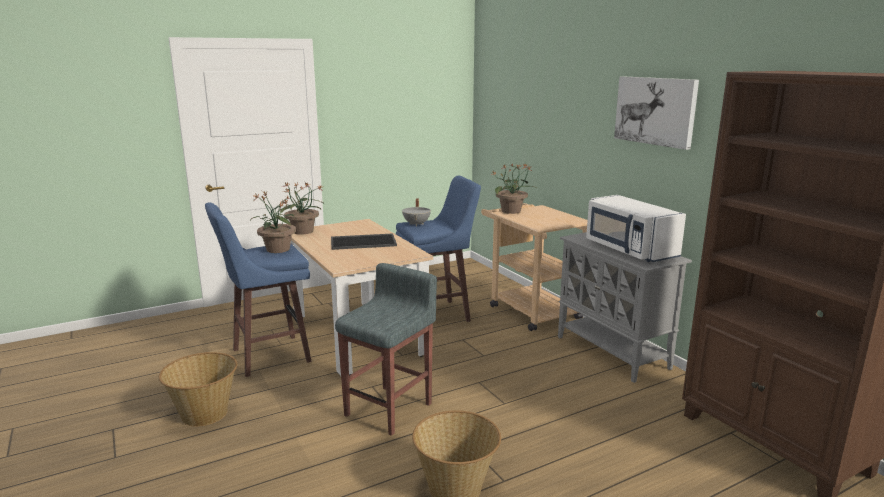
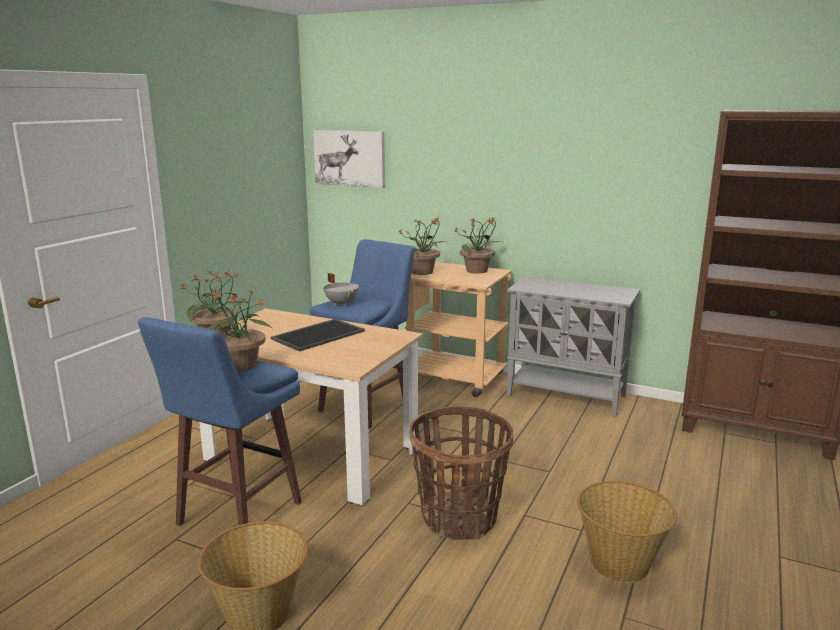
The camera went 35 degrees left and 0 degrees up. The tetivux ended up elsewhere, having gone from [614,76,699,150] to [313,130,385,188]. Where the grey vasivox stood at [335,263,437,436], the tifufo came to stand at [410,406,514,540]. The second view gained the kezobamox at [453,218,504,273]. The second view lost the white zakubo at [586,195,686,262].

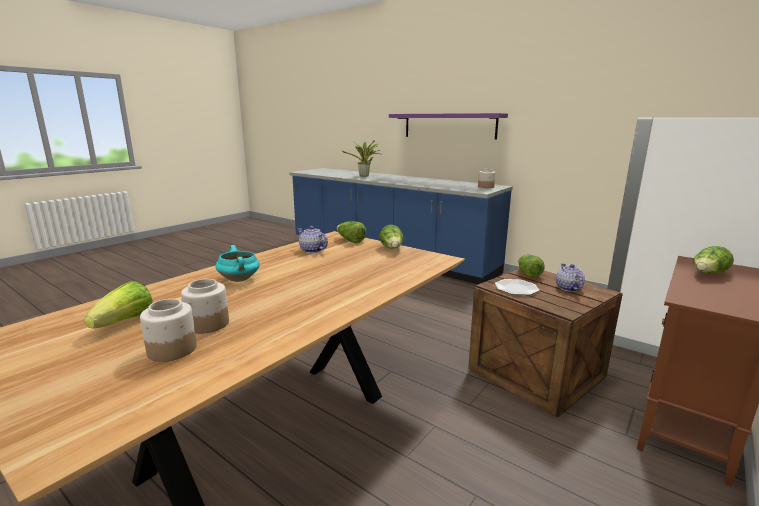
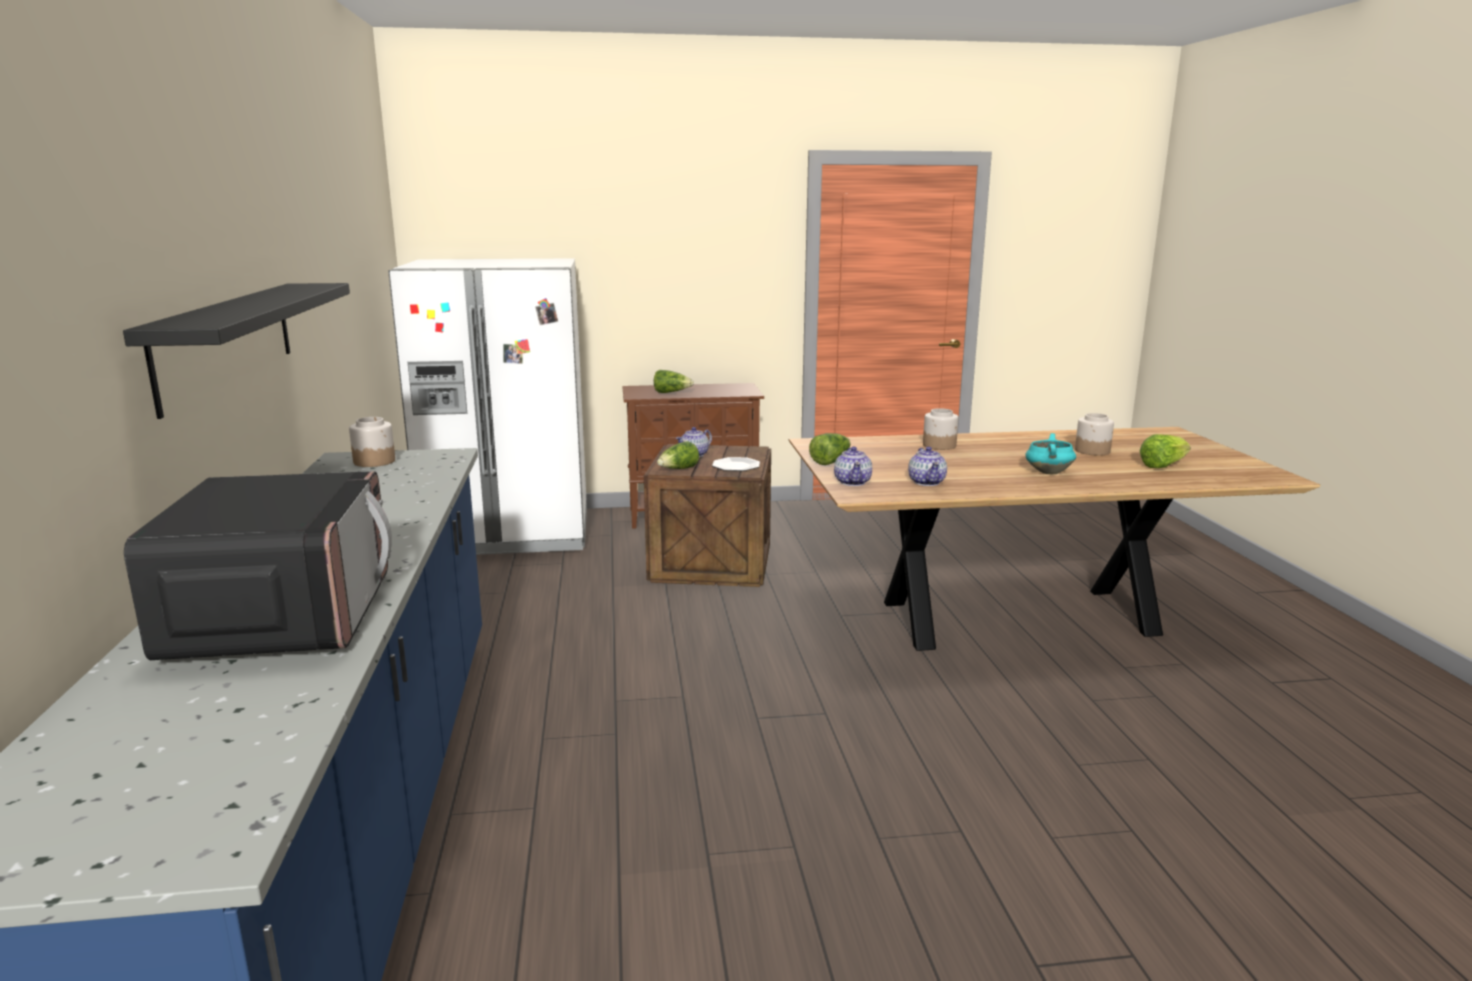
The camera went 135 degrees left and 0 degrees up. What was the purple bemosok at [389,113,508,140] turned into the black bemosok at [123,283,350,419]. Where the kezobamox stood at [342,141,382,177], the zakubo came to stand at [124,471,392,660]. Where the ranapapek stood at [337,221,366,243], the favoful came to stand at [834,447,872,486]. The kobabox ended up elsewhere, having gone from [140,299,197,362] to [923,408,958,450].

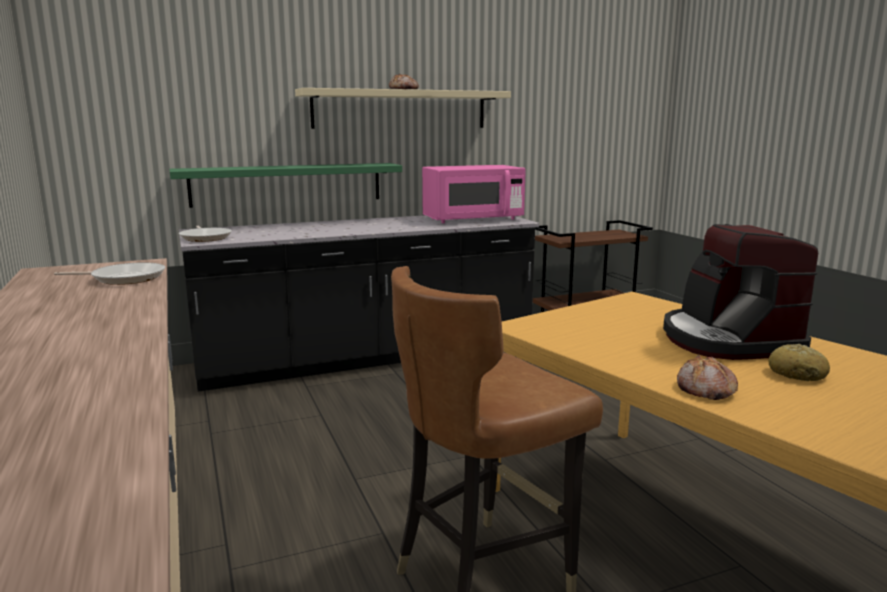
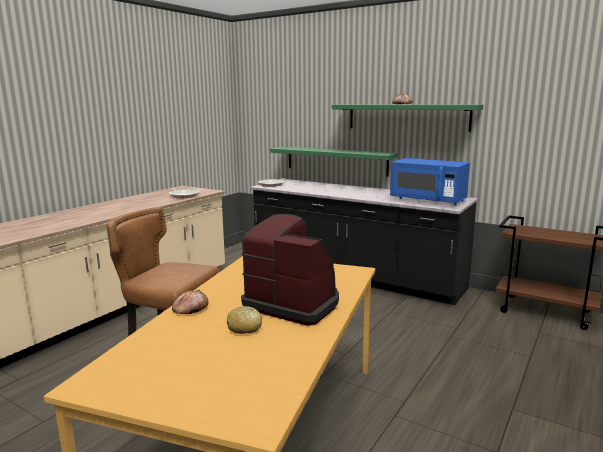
The camera went 55 degrees right and 0 degrees up. The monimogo at [663,224,818,360] ended up facing another way, 75 degrees clockwise from before. What was the beige bemosok at [295,88,511,129] turned into the green bemosok at [332,104,483,132]. What was the pink zakubo at [422,165,526,223] turned into the blue zakubo at [390,158,470,205].

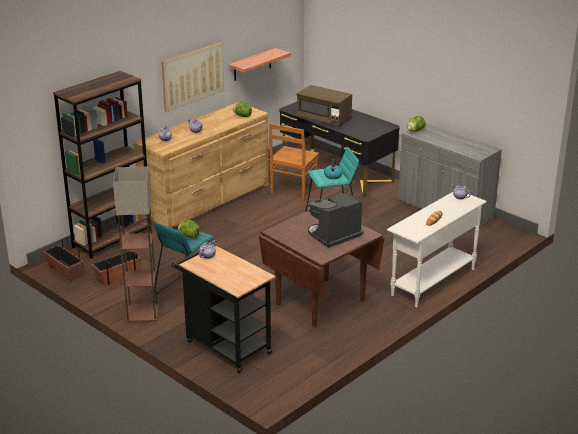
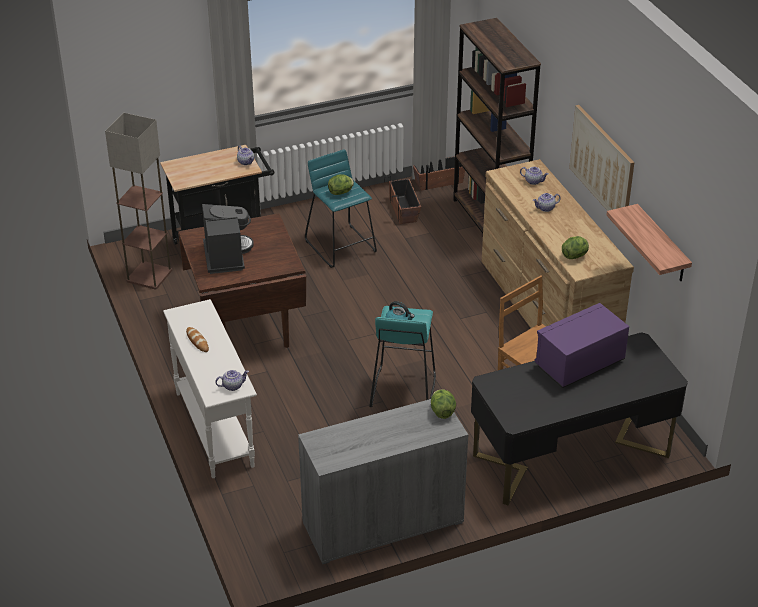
The camera went 115 degrees right and 10 degrees up. The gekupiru ended up elsewhere, having gone from [113,167,159,323] to [105,113,172,290]. What was the brown zakubo at [297,85,352,126] turned into the purple zakubo at [534,303,629,388].

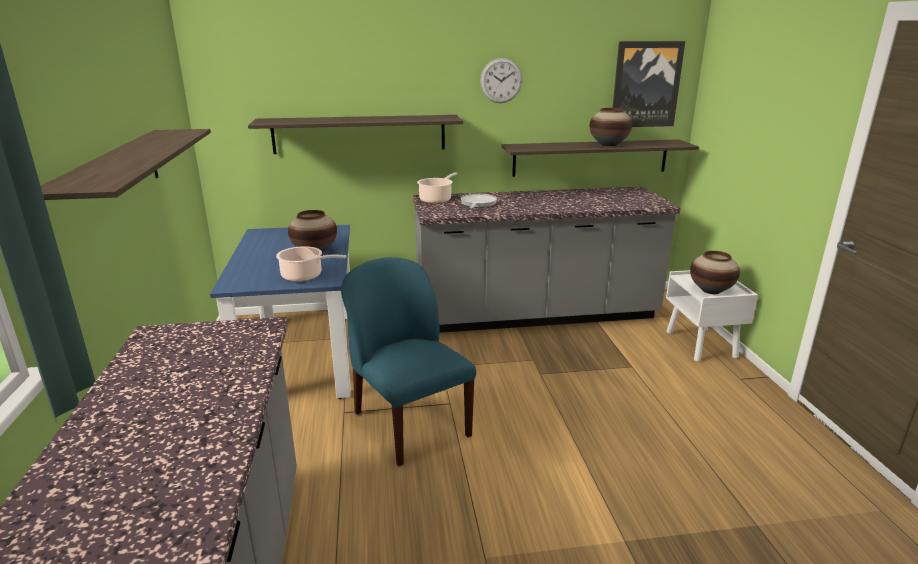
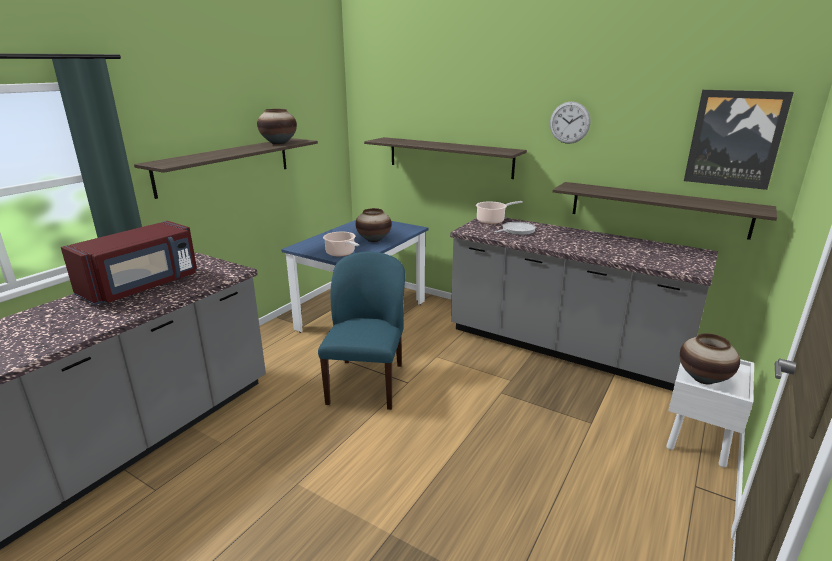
The camera went 40 degrees right and 0 degrees up. The second view gained the red zakubo at [61,221,197,305]. The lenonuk ended up elsewhere, having gone from [590,108,632,147] to [257,109,297,145].

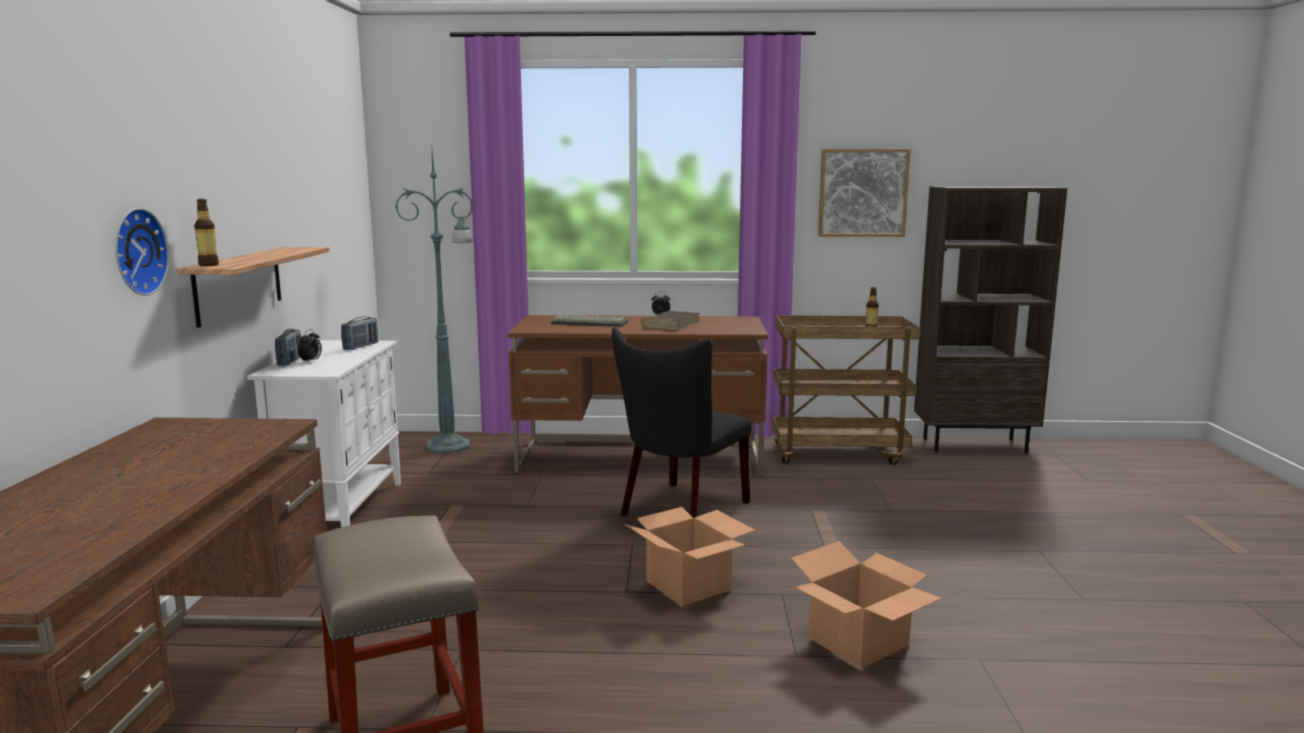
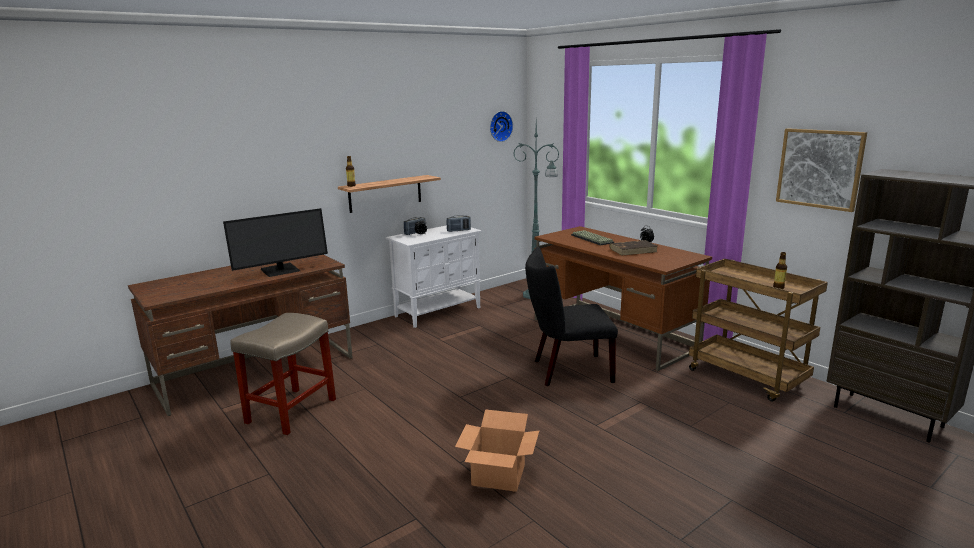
The camera went 50 degrees right and 5 degrees up. The second view gained the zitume at [223,208,328,277]. The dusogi ended up elsewhere, having gone from [115,208,169,296] to [490,111,513,142]. The second view lost the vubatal at [624,507,755,606].

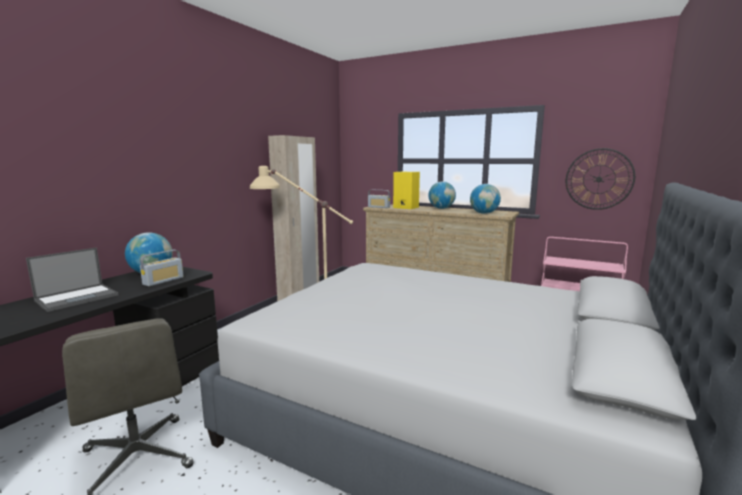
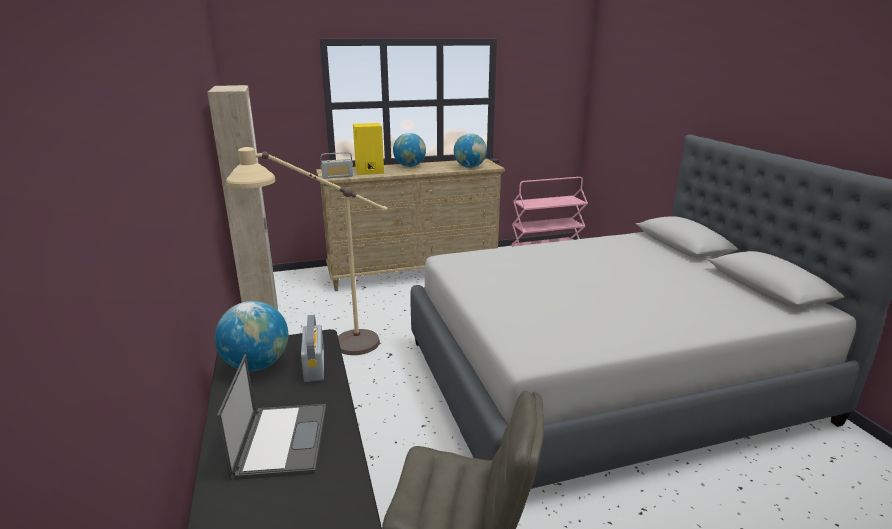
The camera went 45 degrees left and 10 degrees up. The second view lost the dusogi at [566,148,635,210].

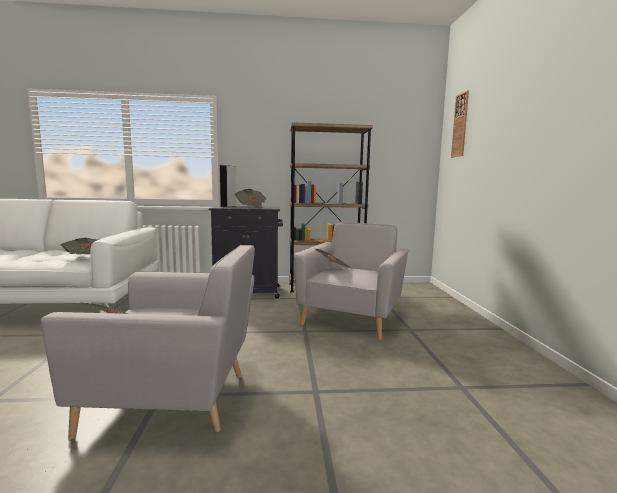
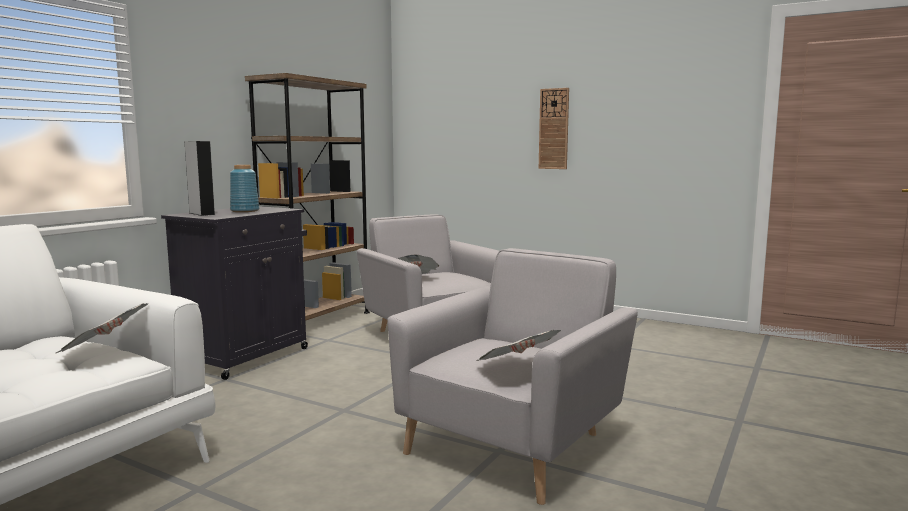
The camera went 55 degrees left and 0 degrees up. Where the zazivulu stood at [235,189,266,206], the blue lenonuk came to stand at [230,165,259,212]. The dusogi ended up elsewhere, having gone from [451,91,469,157] to [539,88,569,169].

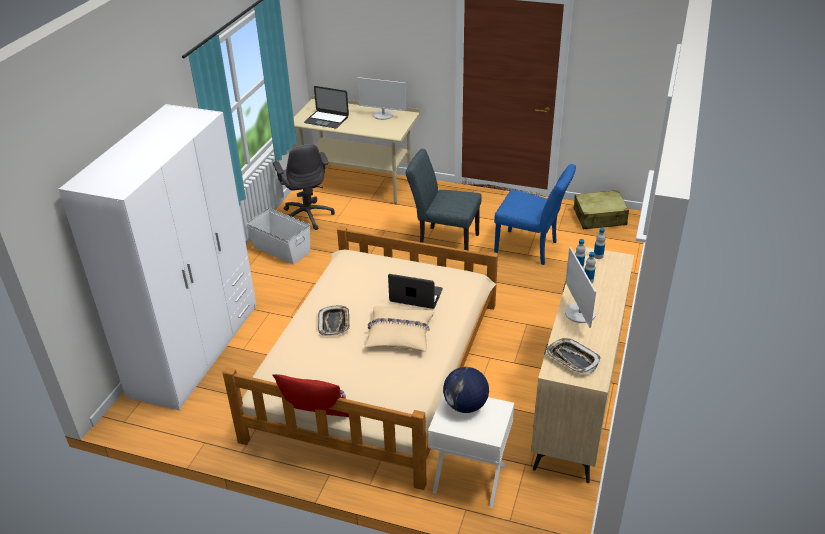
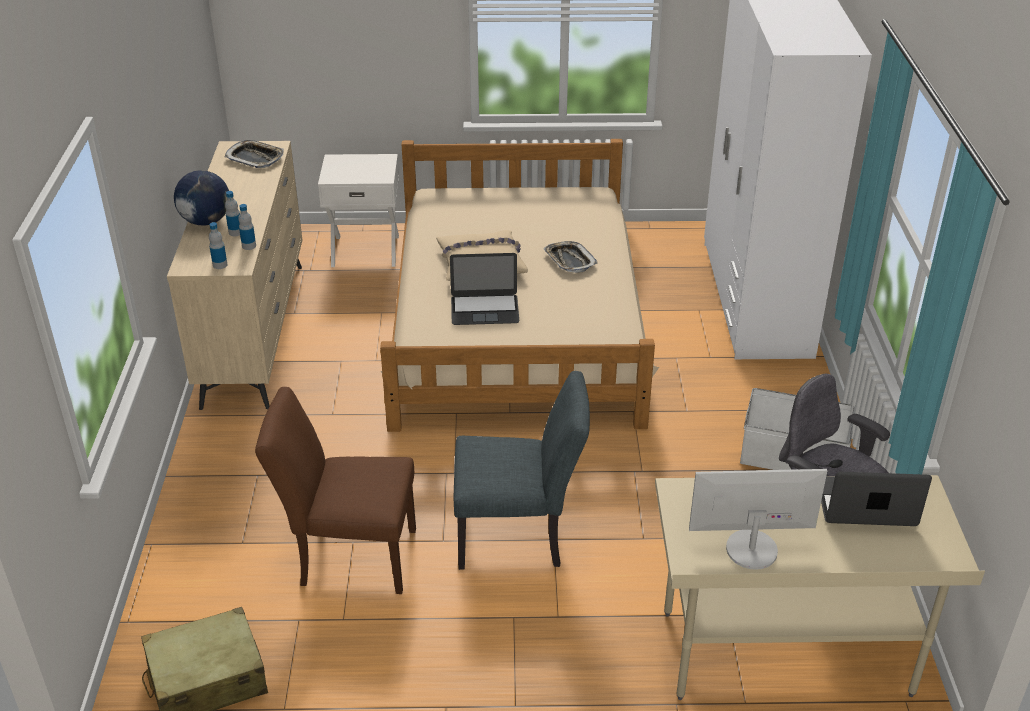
The camera went 160 degrees right and 0 degrees up. The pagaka ended up elsewhere, having gone from [443,367,489,413] to [174,170,229,226]. What was the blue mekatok at [494,164,576,265] turned into the brown mekatok at [255,387,416,594]. The second view lost the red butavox at [272,374,349,417]. The second view lost the zitume at [565,247,596,328].

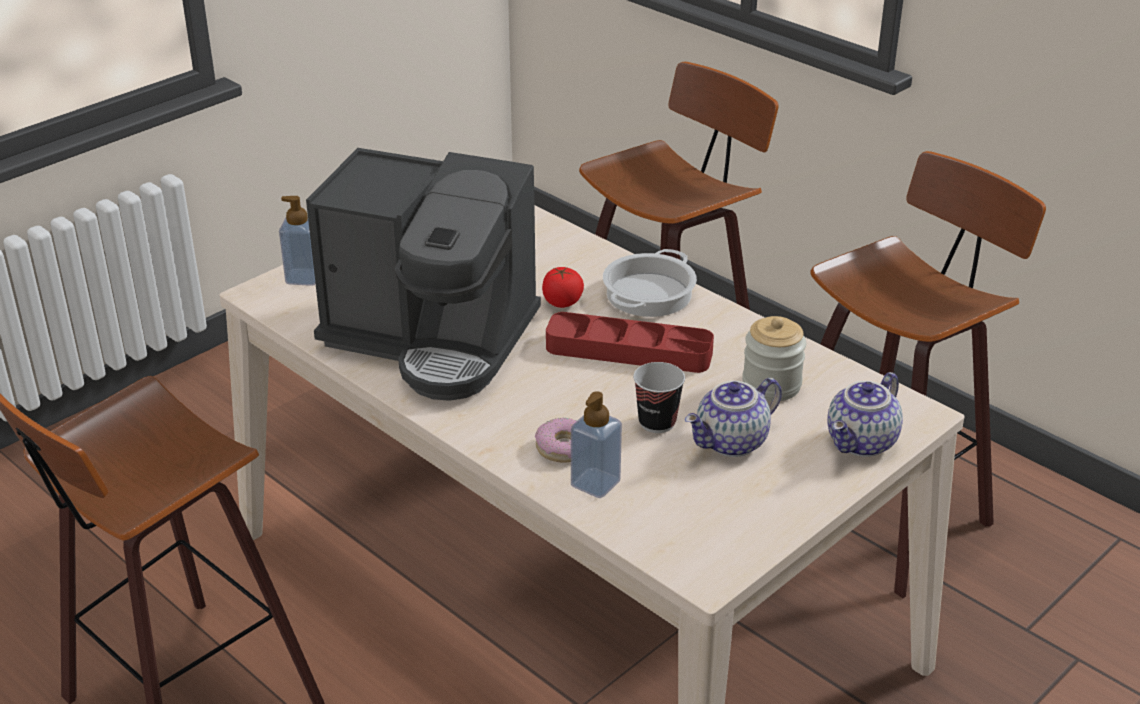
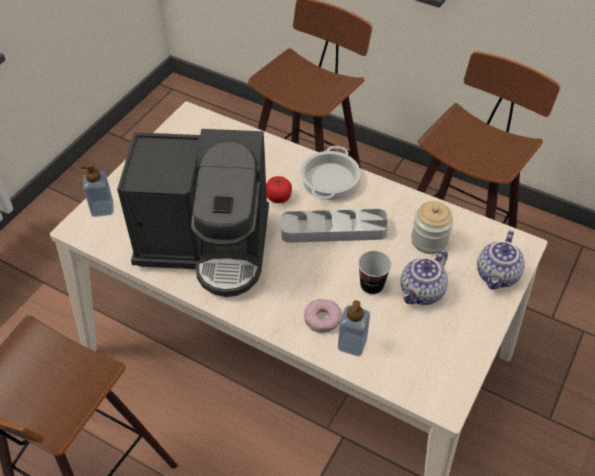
The camera went 15 degrees left and 15 degrees up. What was the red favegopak at [546,312,714,373] turned into the grey favegopak at [281,209,389,243].

